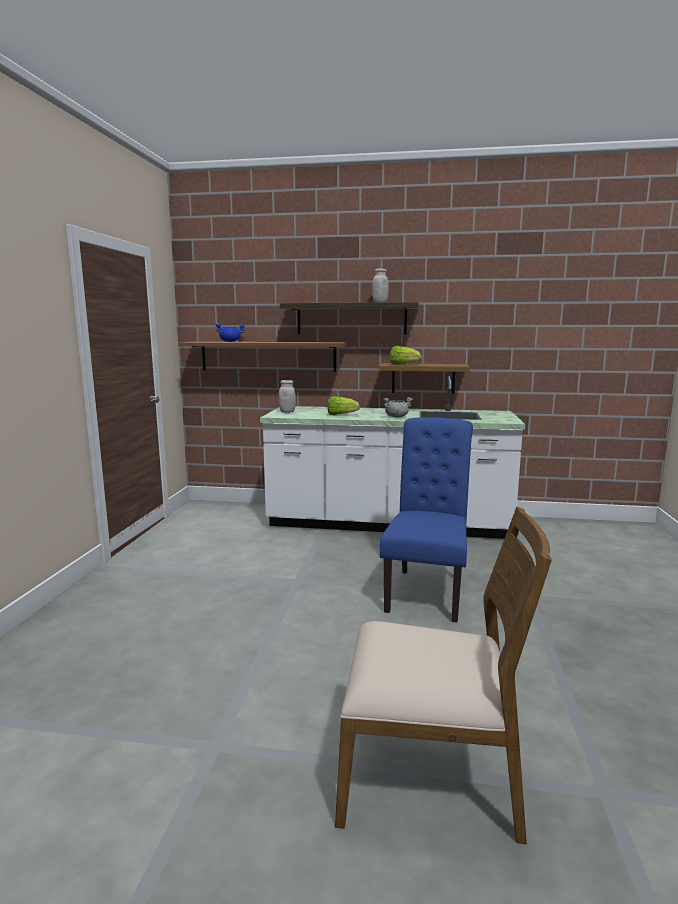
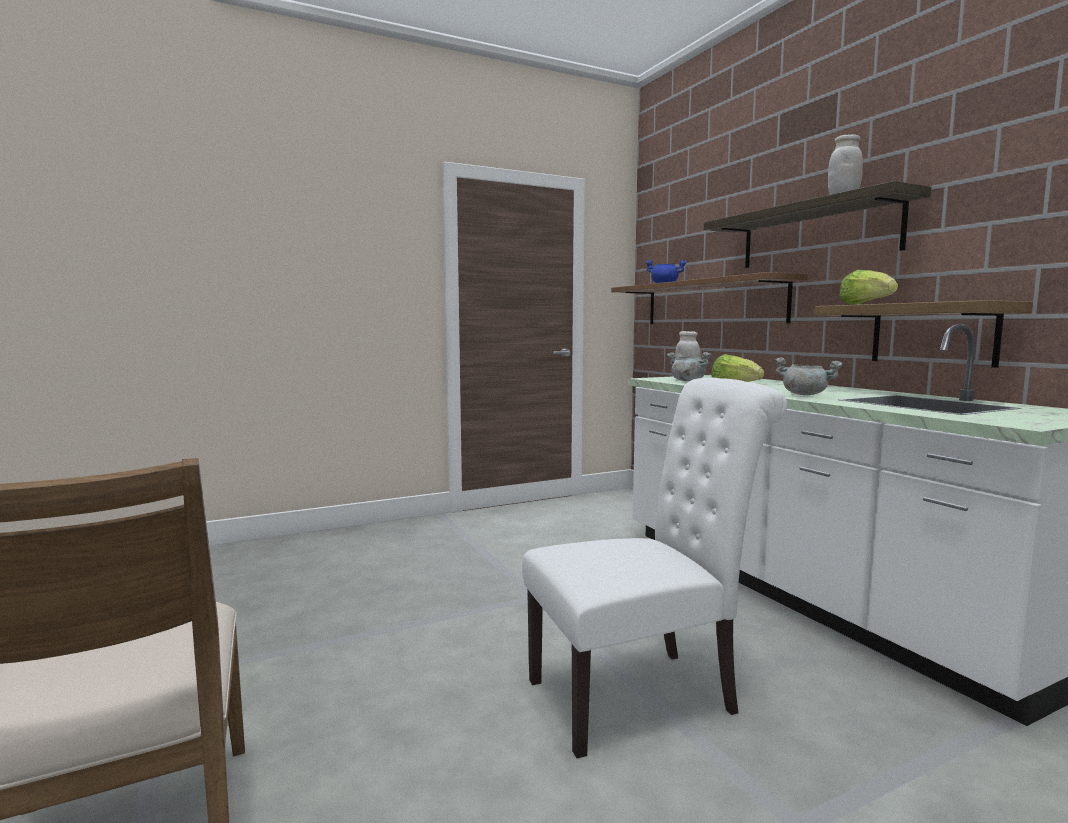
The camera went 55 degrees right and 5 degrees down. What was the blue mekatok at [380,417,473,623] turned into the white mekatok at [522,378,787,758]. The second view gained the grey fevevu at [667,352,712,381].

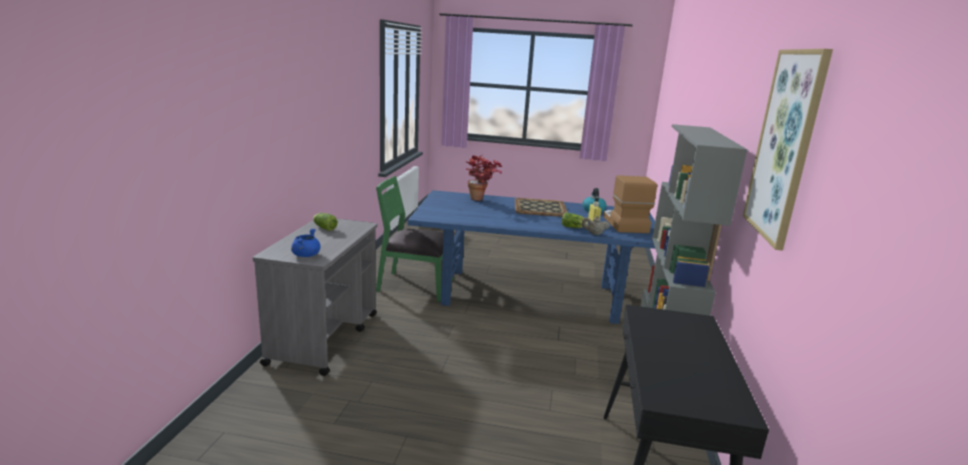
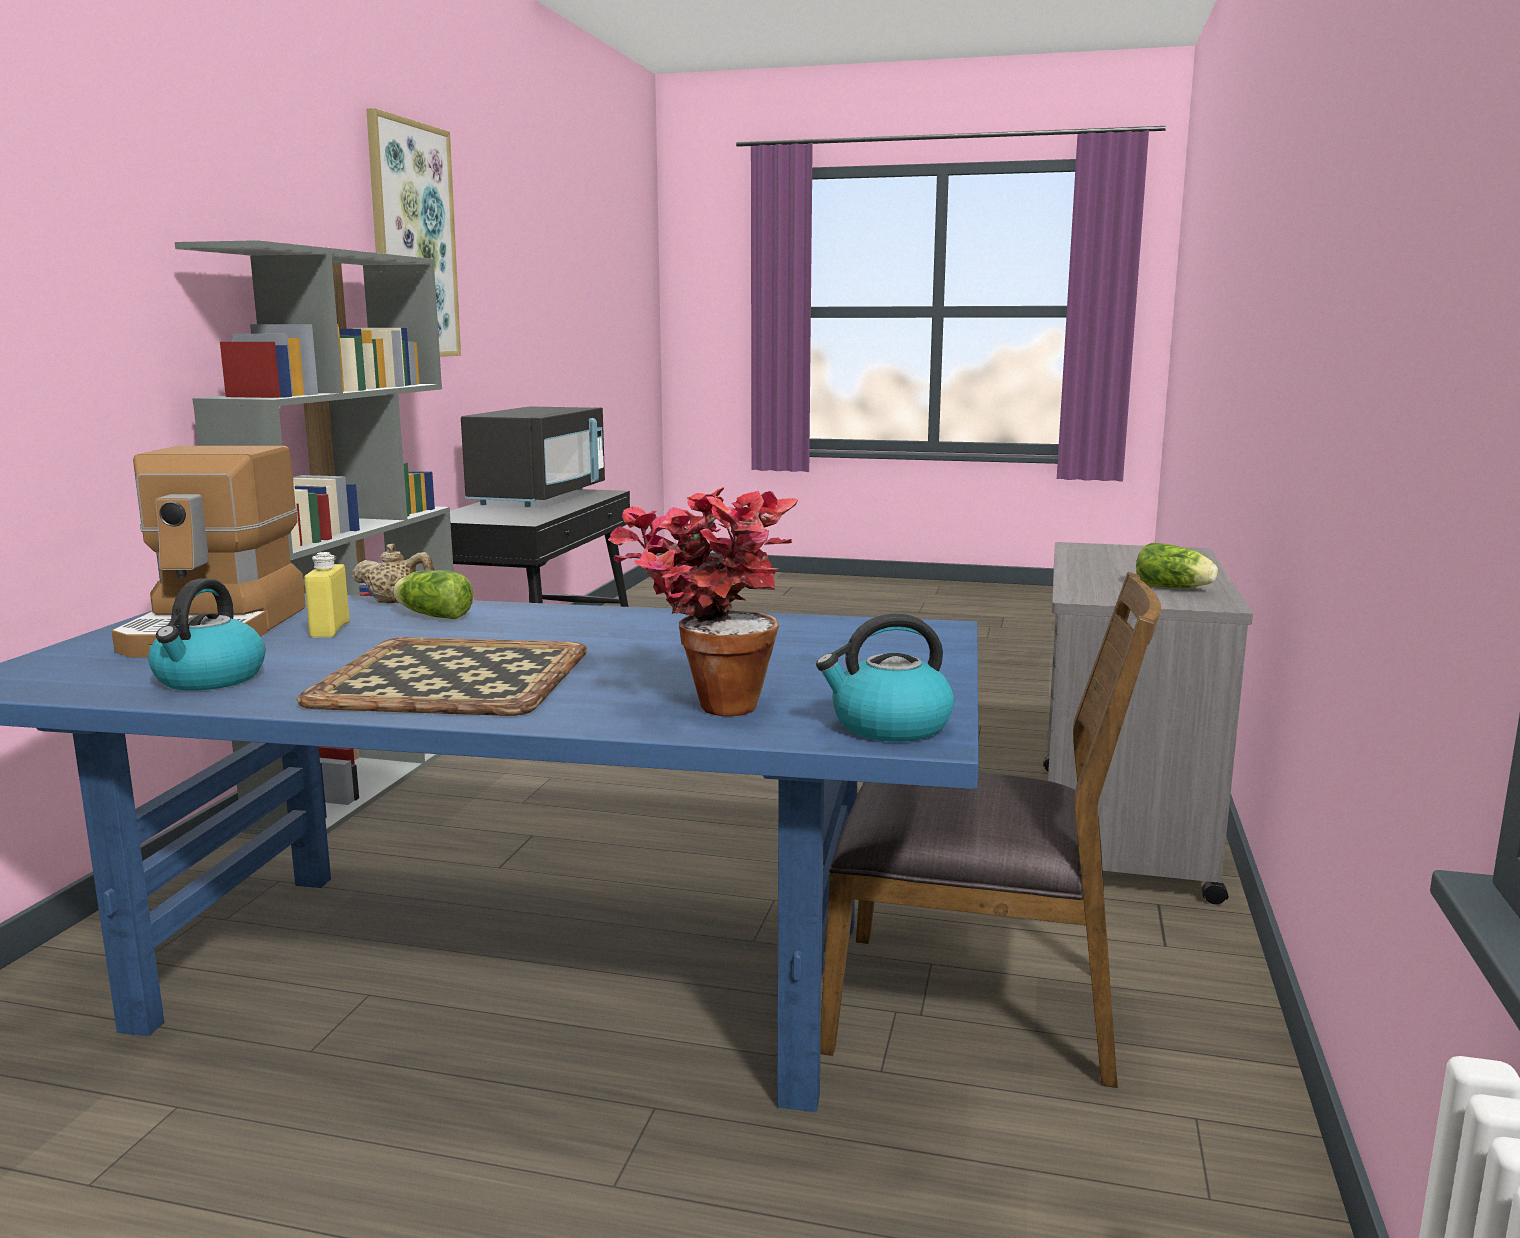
The camera went 175 degrees left and 5 degrees down. The second view gained the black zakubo at [461,406,605,507]. The second view gained the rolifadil at [816,614,954,742]. What was the green mekatok at [376,176,454,302] turned into the brown mekatok at [820,572,1161,1088]. The second view lost the blue fevevu at [291,228,321,257].

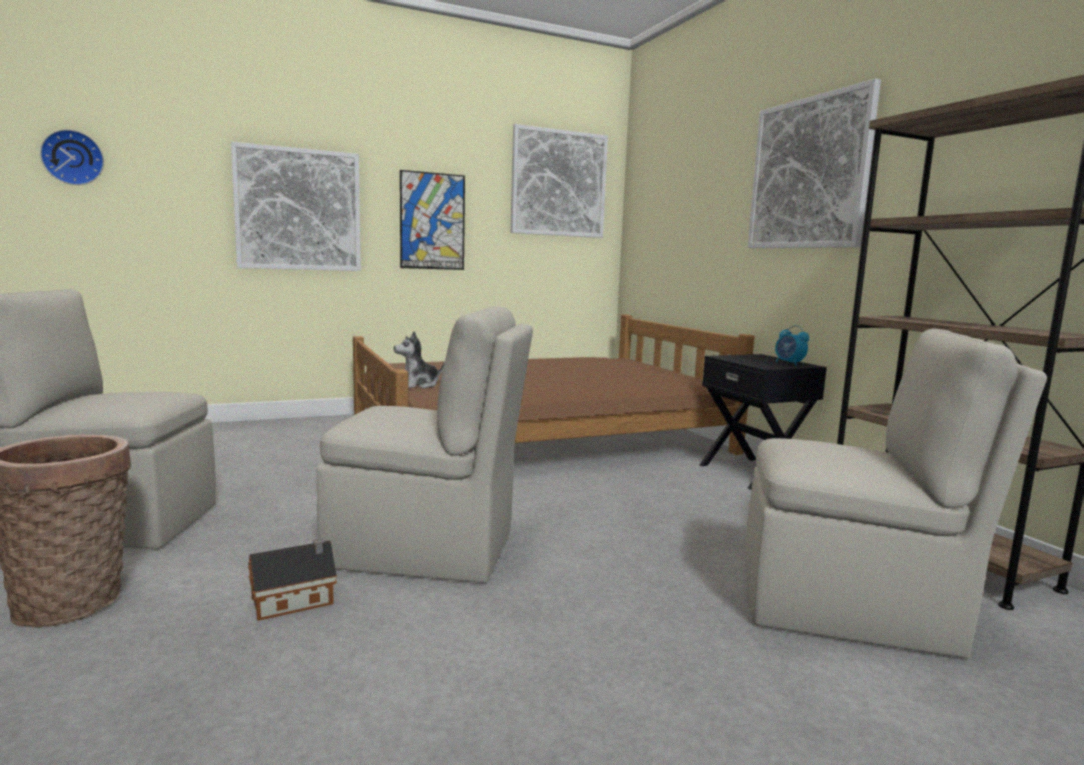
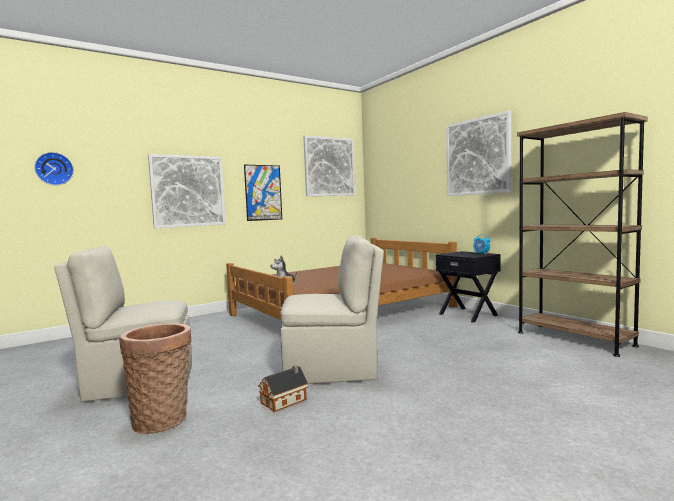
The camera went 10 degrees left and 5 degrees down. The second view lost the beige mekatok at [745,328,1047,659].

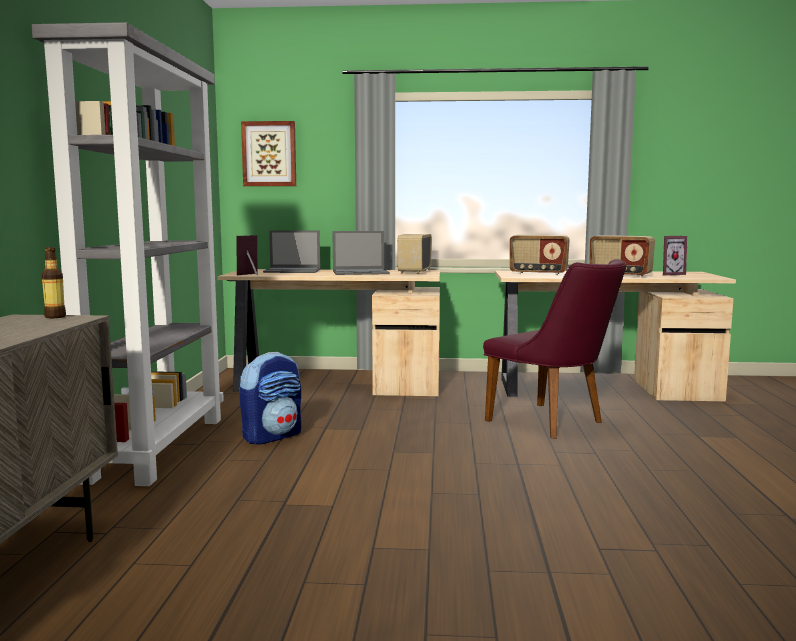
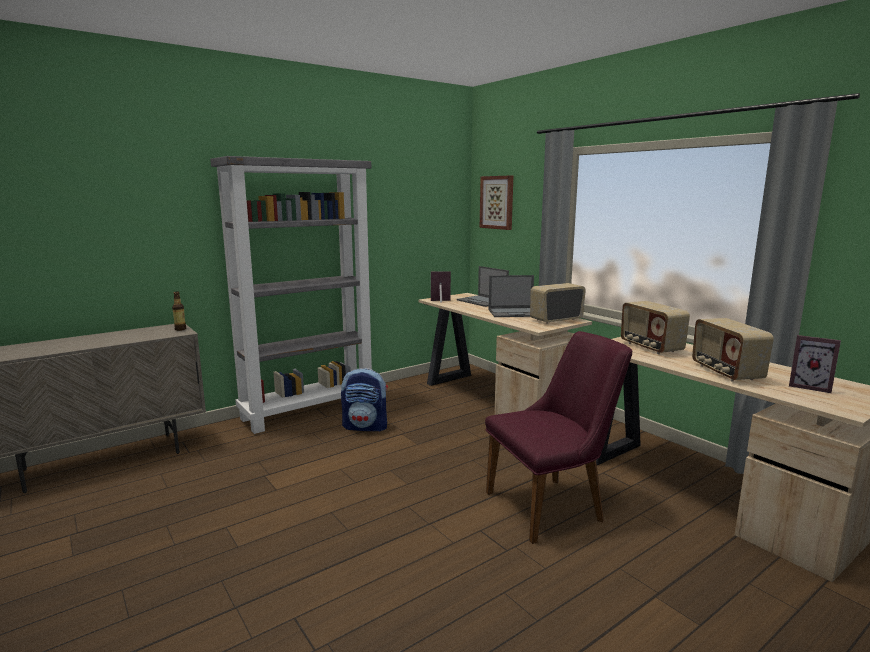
The camera went 50 degrees right and 5 degrees up. The purple mekatok at [483,259,626,439] ended up facing another way, 120 degrees counterclockwise from before. The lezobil at [332,231,390,275] ended up facing another way, 45 degrees counterclockwise from before.

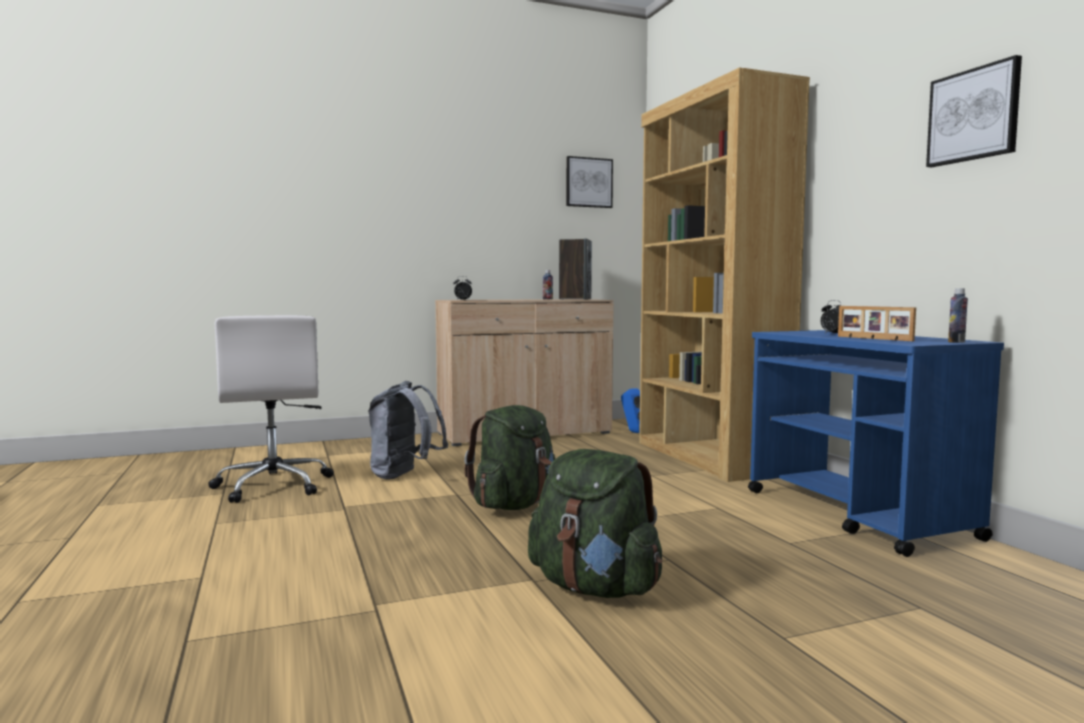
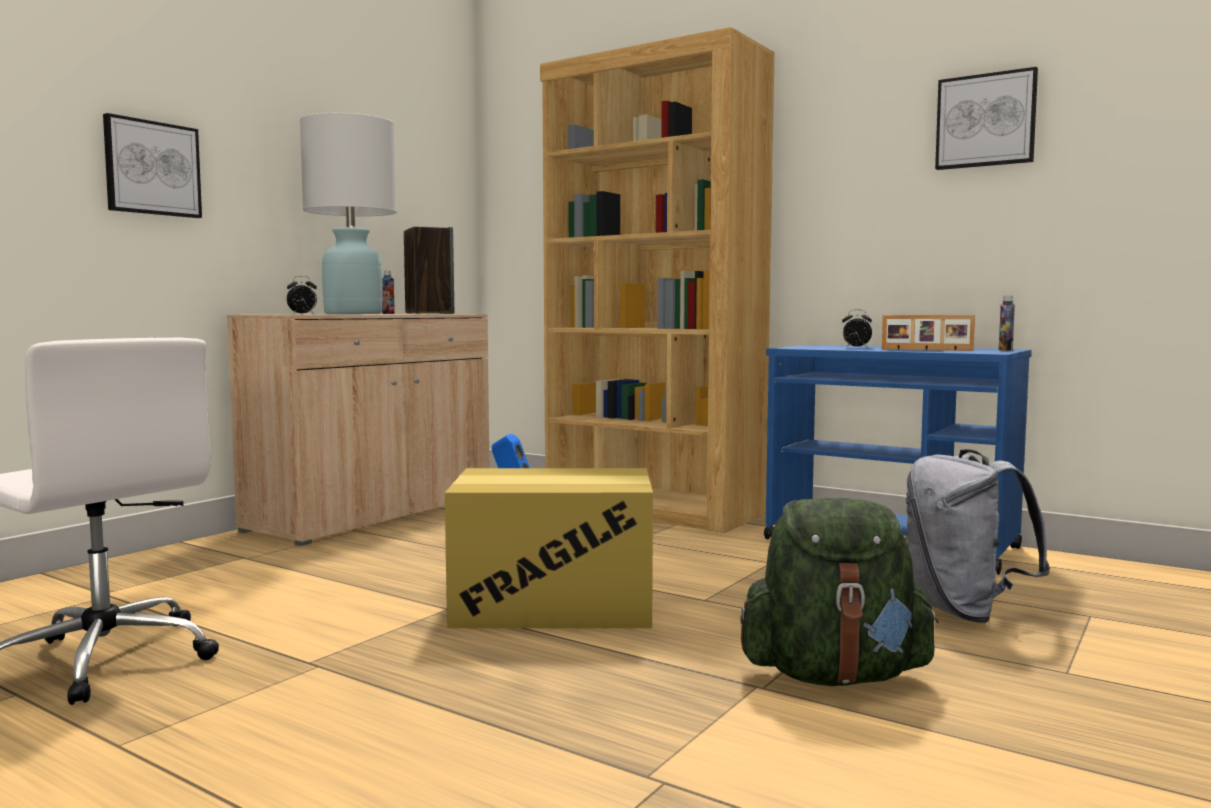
The camera went 35 degrees left and 0 degrees up. The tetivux ended up elsewhere, having gone from [566,156,613,208] to [103,113,202,218]. The second view gained the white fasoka at [300,113,397,314]. Where the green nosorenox stood at [464,405,555,510], the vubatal came to stand at [445,468,653,628]. The grey nosorenox ended up elsewhere, having gone from [369,381,448,479] to [906,449,1050,623].

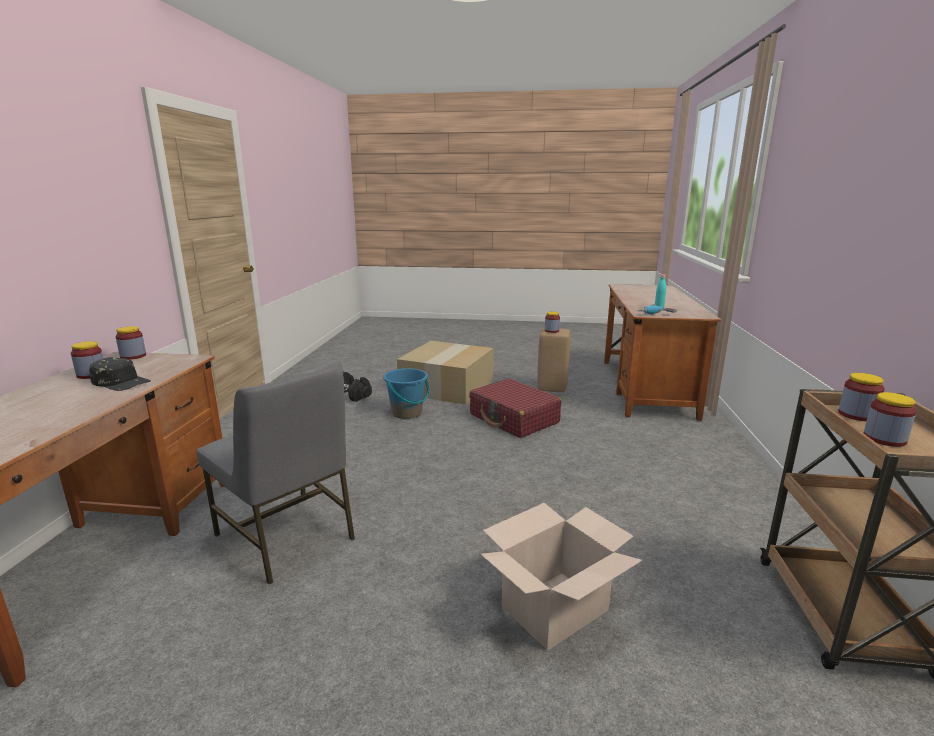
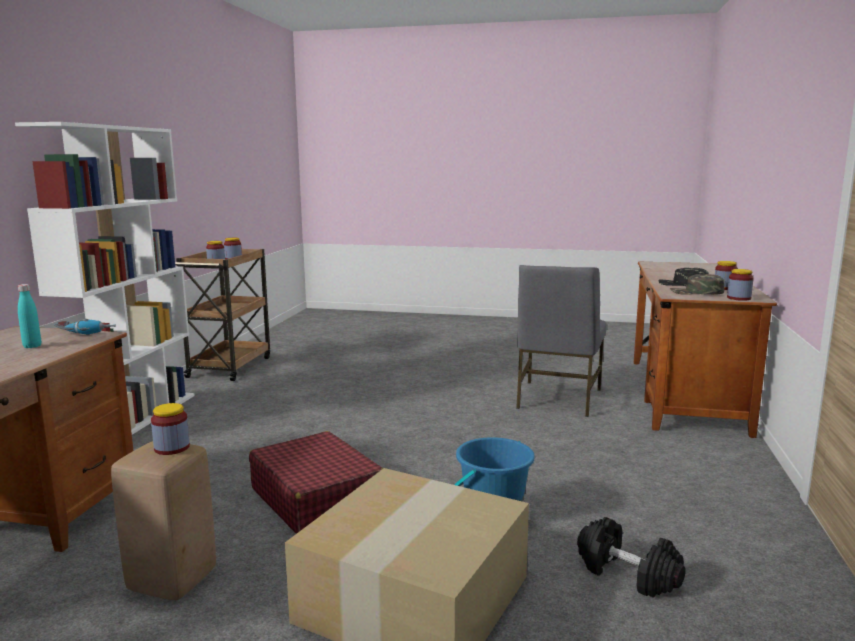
The camera went 175 degrees left and 5 degrees down. The second view gained the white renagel at [15,122,195,435]. The grey mekatok at [197,362,355,585] ended up facing another way, 120 degrees counterclockwise from before. The second view gained the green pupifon at [670,274,725,295]. The second view lost the vubatal at [480,503,642,650].

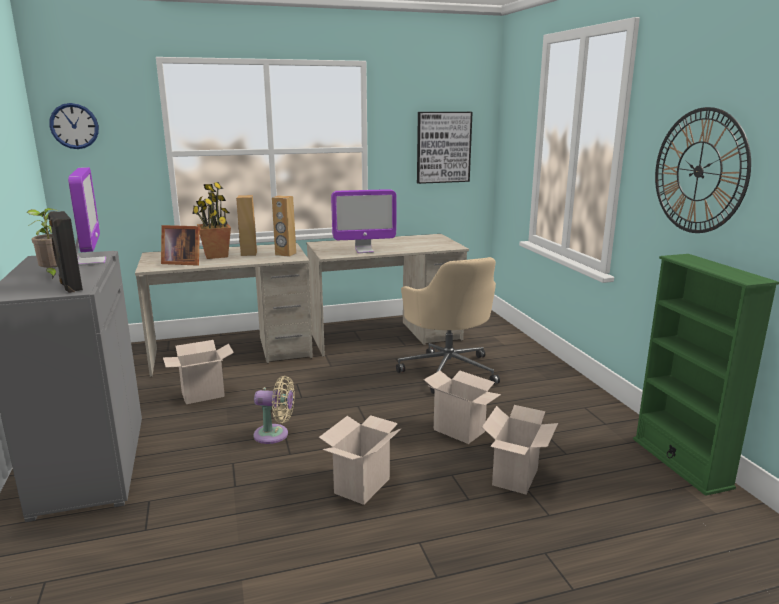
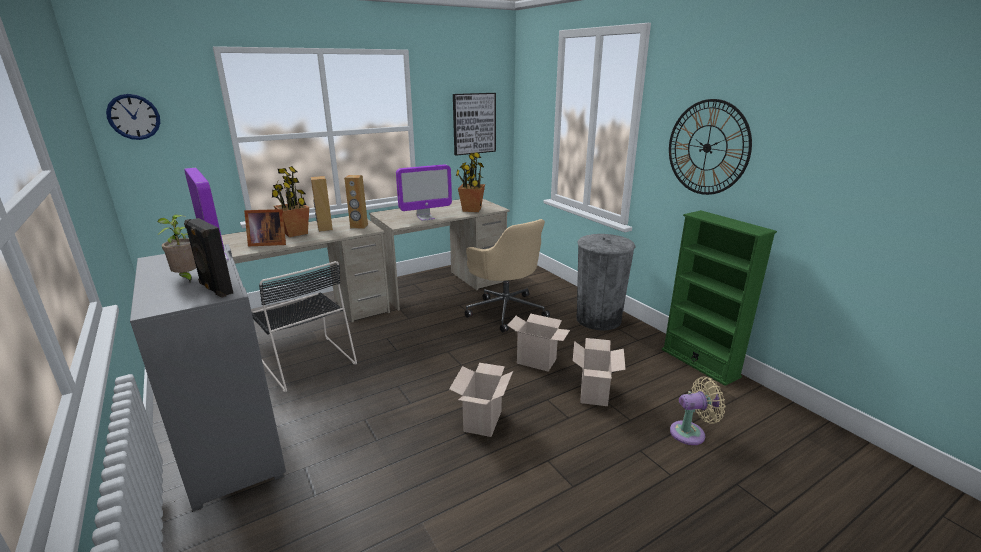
The camera went 15 degrees left and 5 degrees up. Where the vubatal stood at [163,340,234,404], the black mekatok came to stand at [252,261,357,392]. The second view gained the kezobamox at [456,152,485,212]. The second view gained the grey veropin at [576,234,636,331]. The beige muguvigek ended up elsewhere, having gone from [253,376,295,444] to [670,377,725,445].

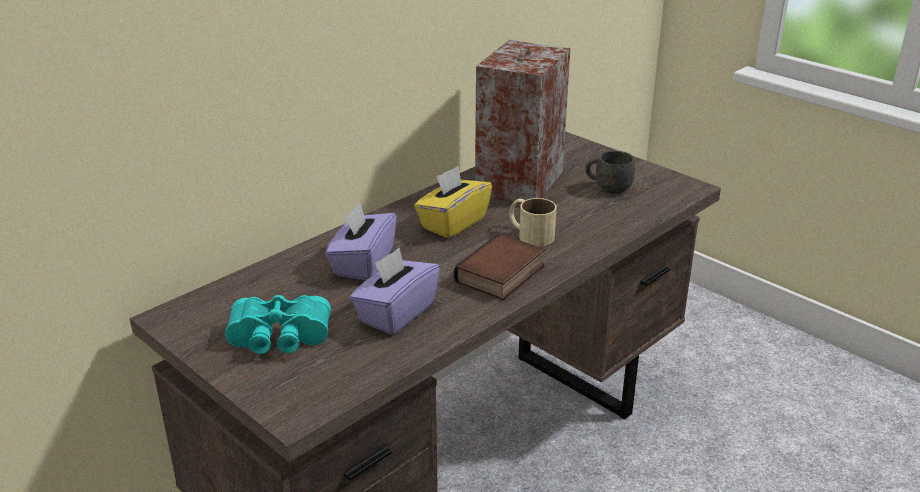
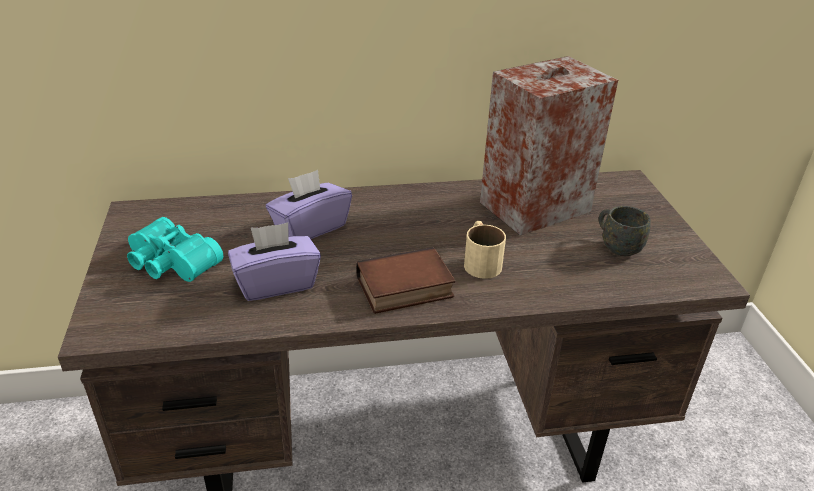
The camera went 35 degrees right and 5 degrees up. The second view lost the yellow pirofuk at [414,166,492,238].

